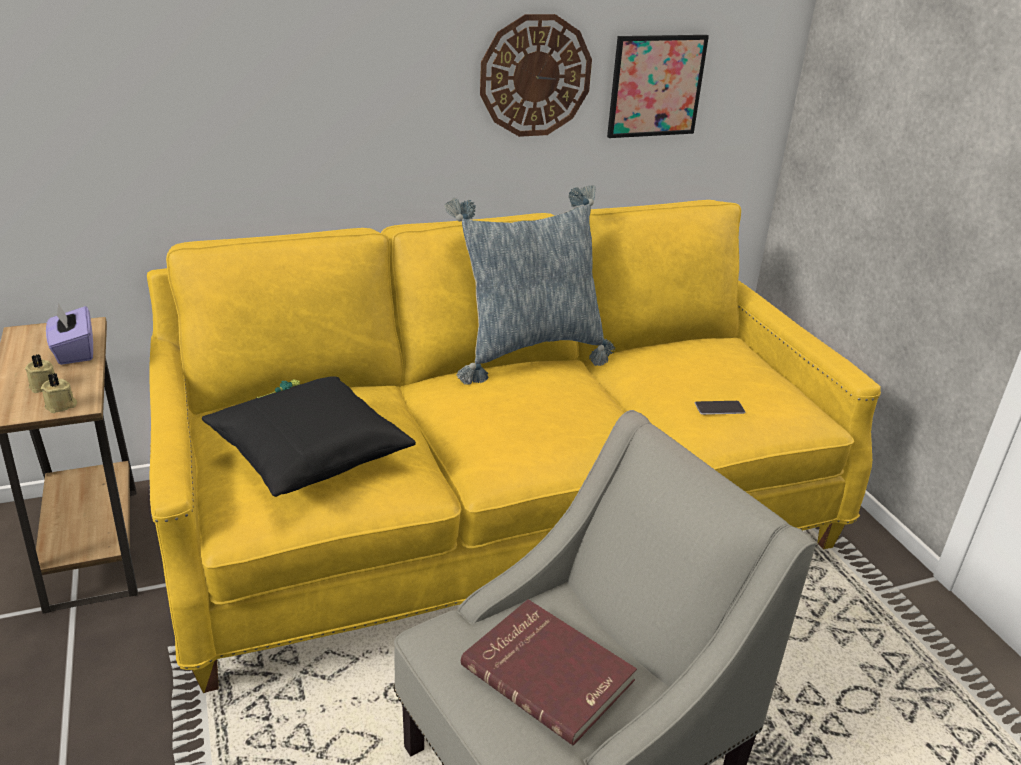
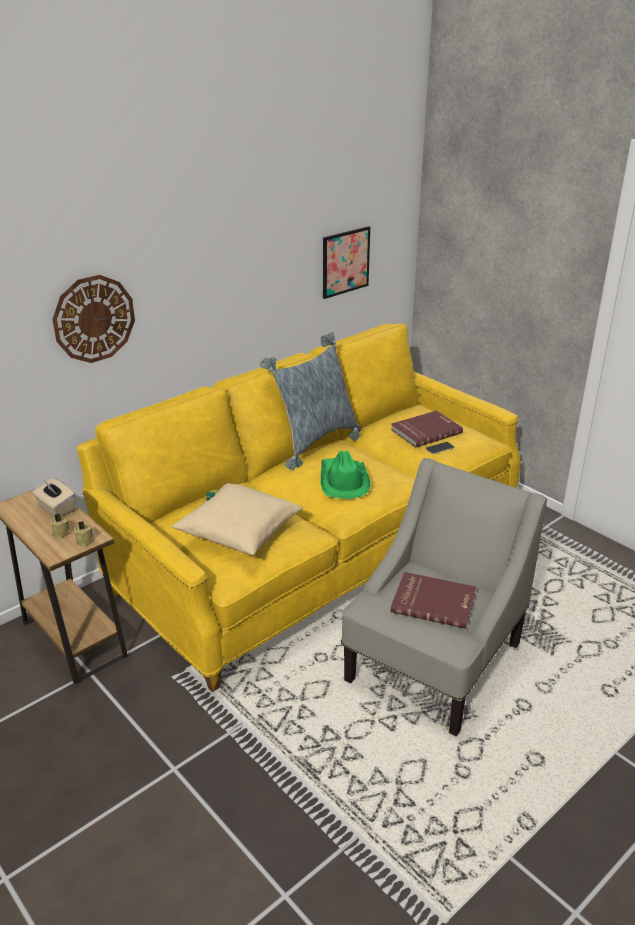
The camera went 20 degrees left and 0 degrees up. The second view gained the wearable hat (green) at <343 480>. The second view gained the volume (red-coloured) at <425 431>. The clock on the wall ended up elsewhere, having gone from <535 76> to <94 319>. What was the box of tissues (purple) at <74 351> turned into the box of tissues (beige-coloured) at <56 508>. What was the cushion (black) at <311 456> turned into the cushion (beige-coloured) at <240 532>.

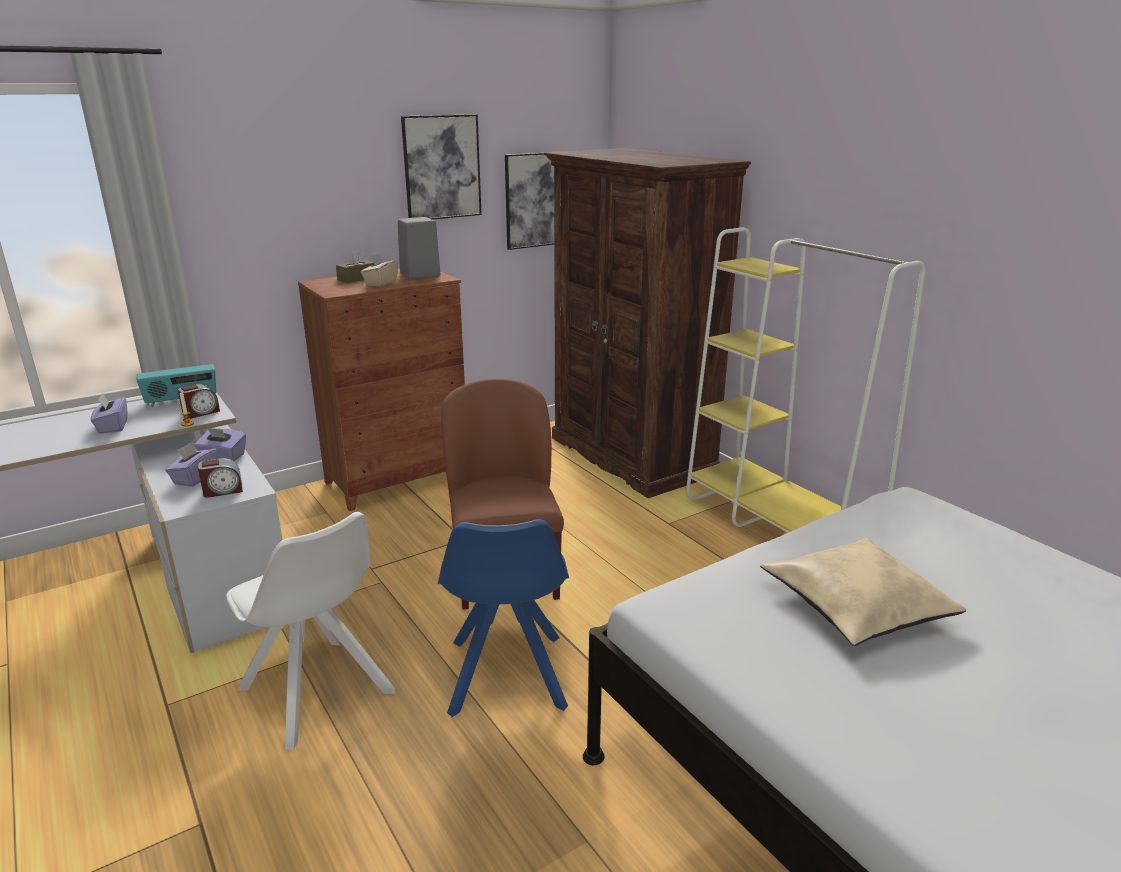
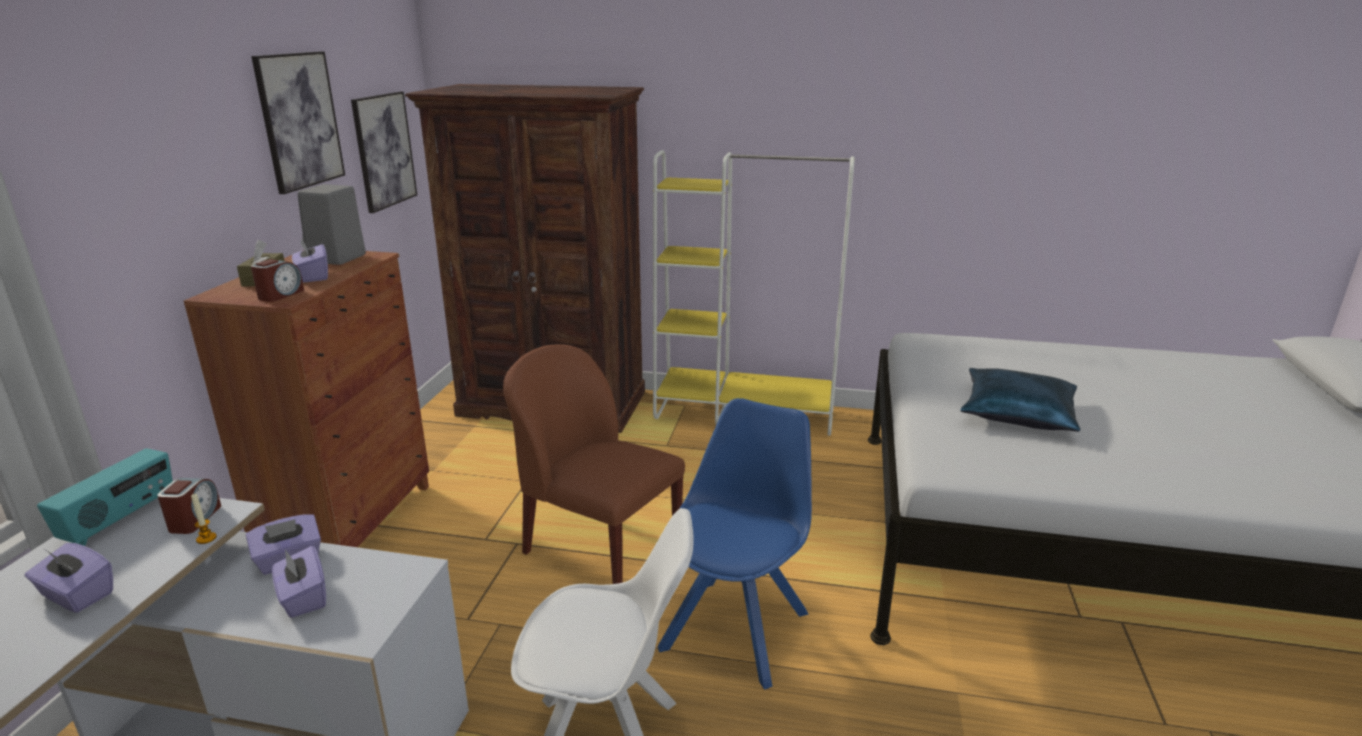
The camera went 45 degrees left and 0 degrees up. The bedside clock ended up elsewhere, having gone from <223 491> to <280 295>. What was the box of tissues (beige-coloured) at <380 283> turned into the box of tissues (purple) at <313 276>. What was the cushion (beige-coloured) at <855 605> turned into the cushion (bluish) at <1017 413>. The chair (bluish) at <506 677> ended up facing another way, 105 degrees counterclockwise from before.

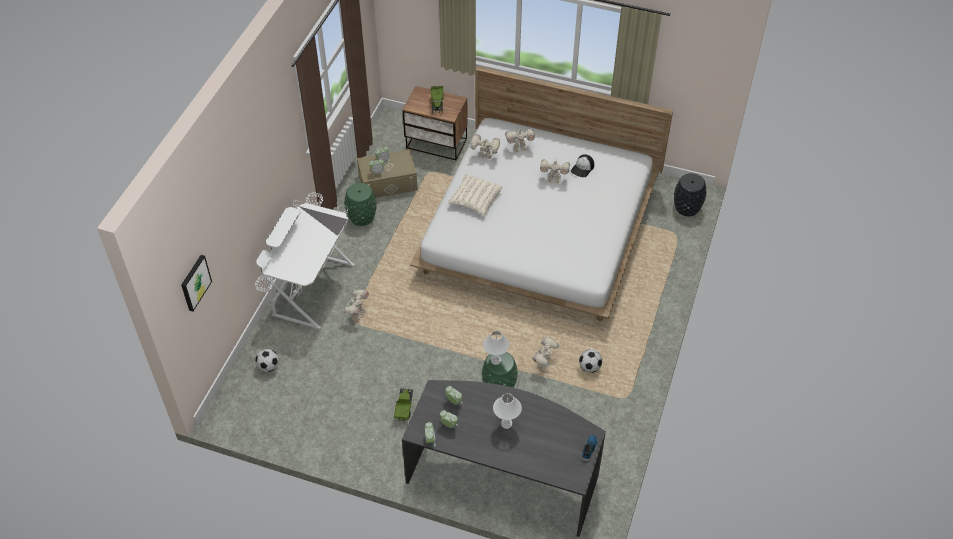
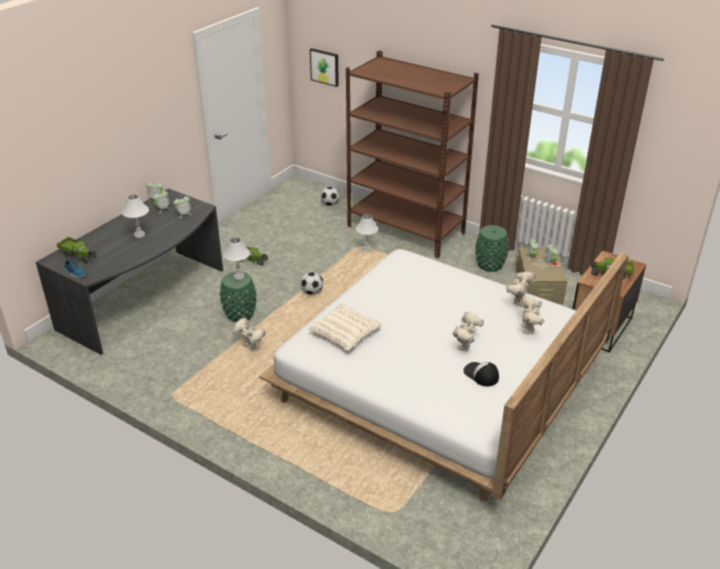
The camera went 105 degrees right and 15 degrees down. The second view lost the stool seat (black) at <687 208>. The second view gained the toy truck at <78 255>. The cushion (beige-coloured) ended up elsewhere, having gone from <475 199> to <345 333>. The ball for football ended up elsewhere, having gone from <589 367> to <312 292>. Where the desk table (whitish) stood at <311 289>, the bookcase (brown) came to stand at <406 229>. Where the model robot stood at <357 313>, the tabletop lamp (whitish) came to stand at <366 249>.

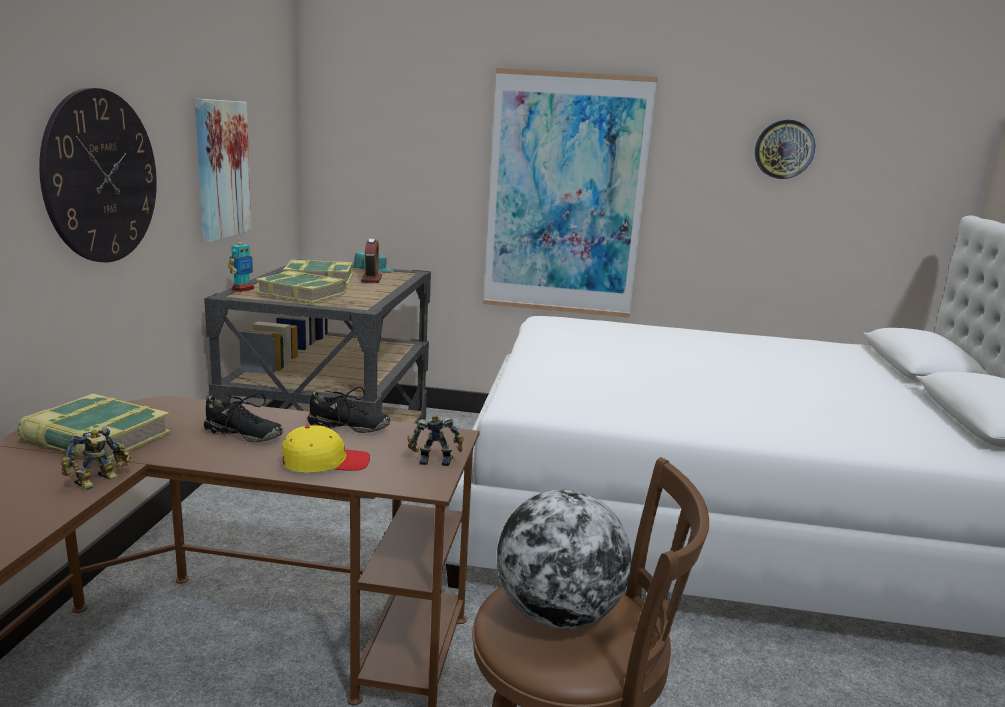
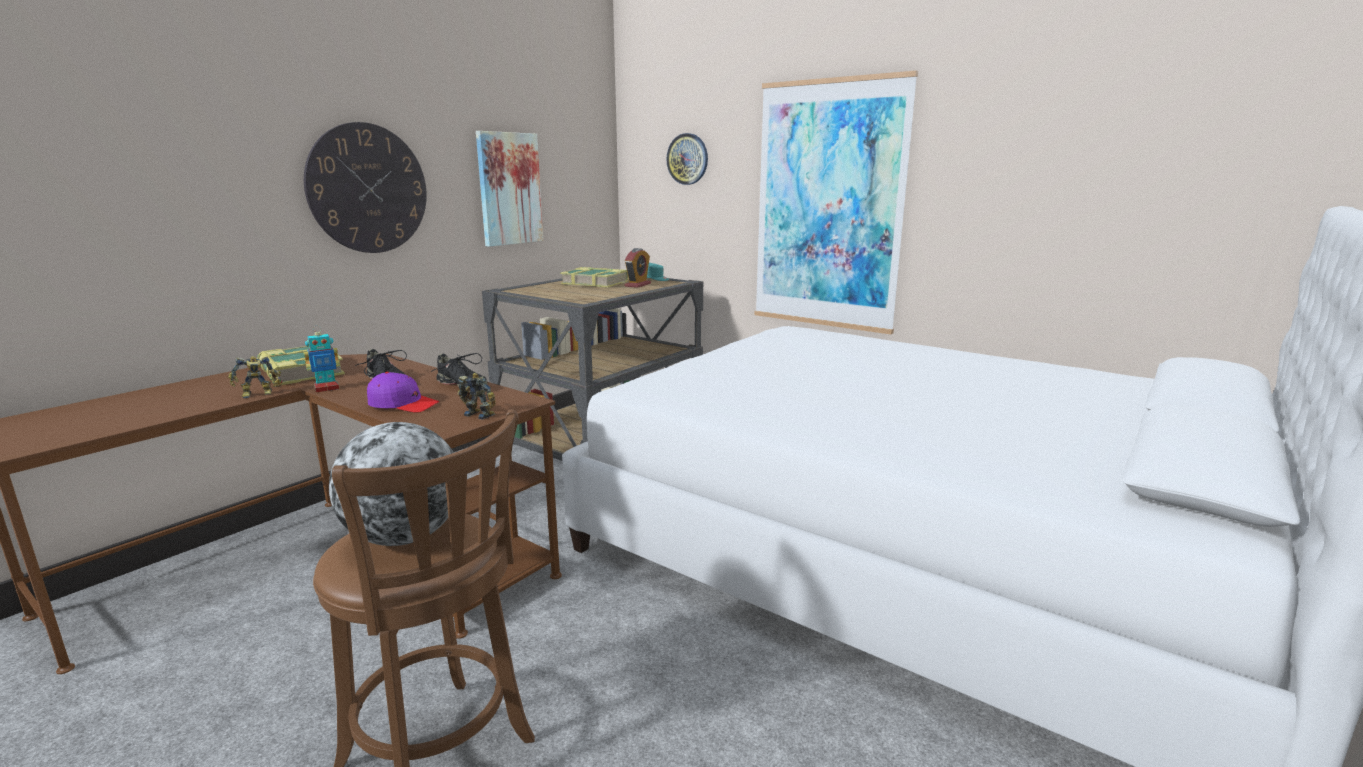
The camera went 30 degrees right and 0 degrees up. The second view lost the volume at <302 294>. The model robot ended up elsewhere, having gone from <242 289> to <326 388>. The clock on the wall ended up elsewhere, having gone from <784 149> to <687 159>. What was the cap (yellow) at <325 462> turned into the cap (purple) at <403 404>.

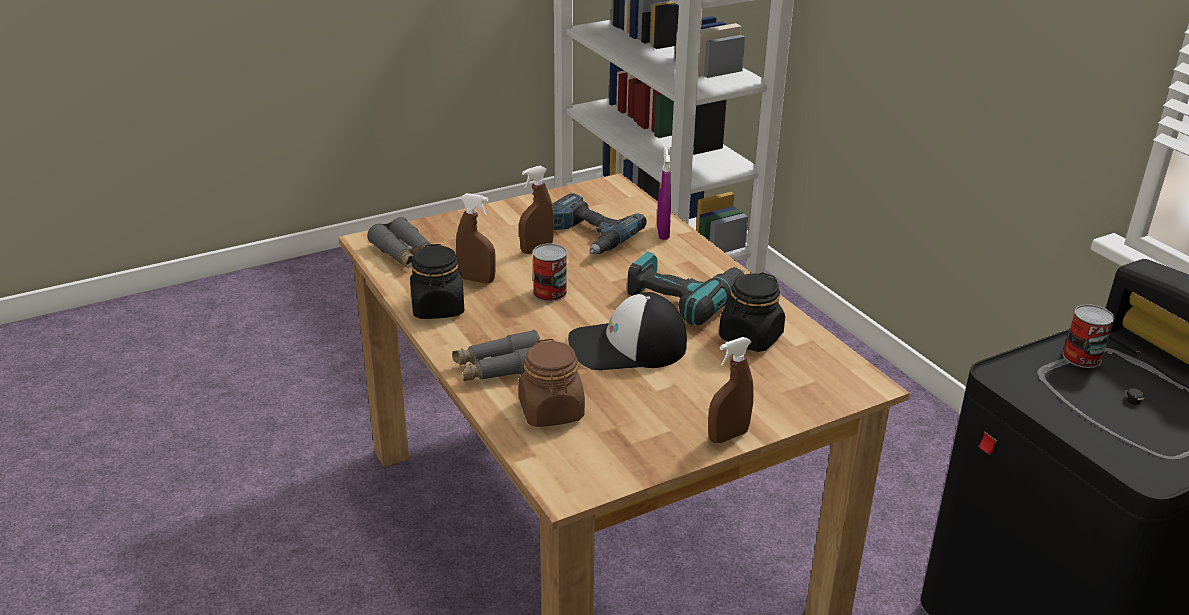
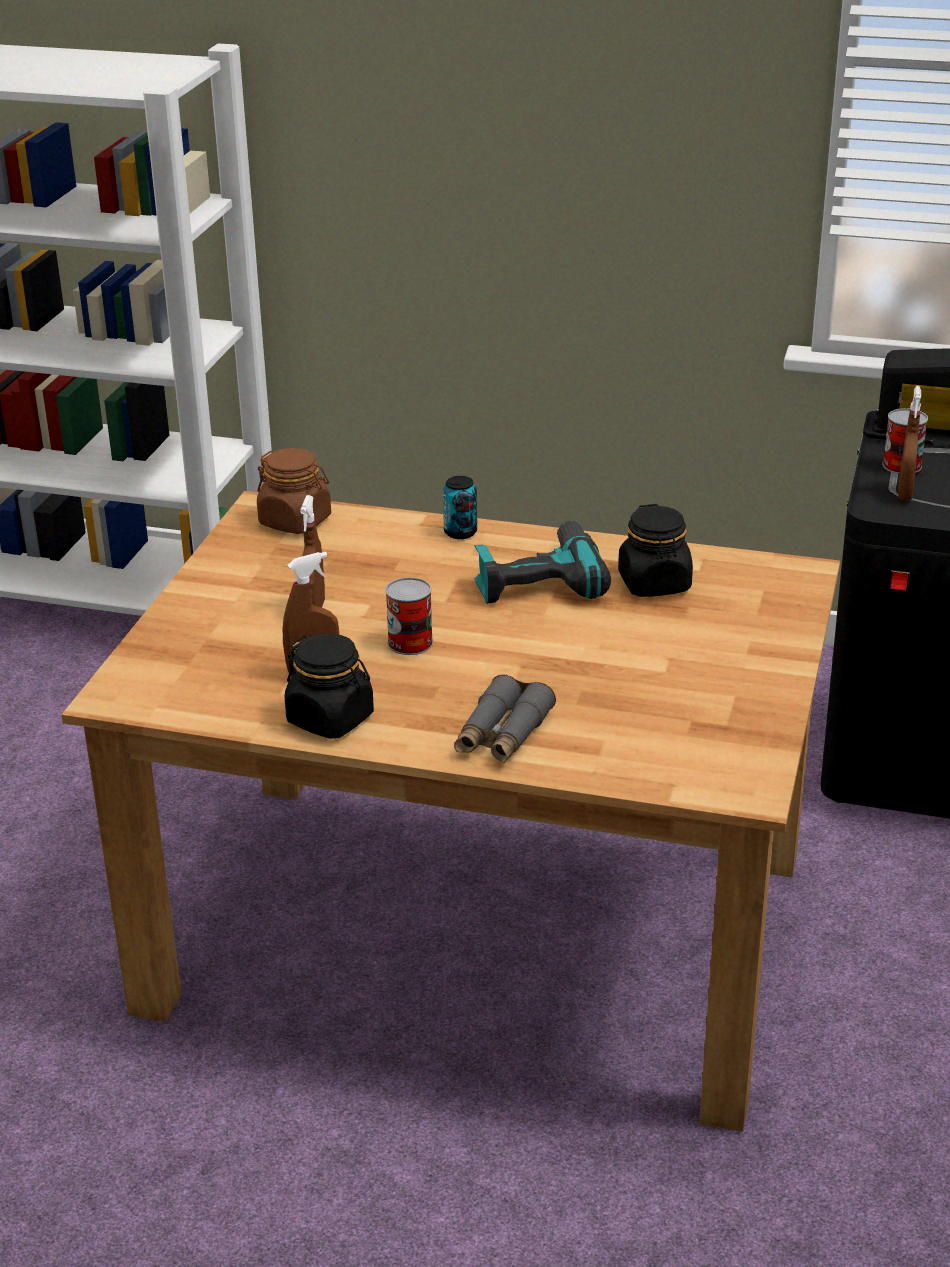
The camera went 45 degrees left and 0 degrees up. The second view lost the field glasses (gray) at <405 254>. The second view lost the power drill at <588 235>. The second view lost the cap at <626 347>. The second view lost the spray bottle (purple) at <663 233>. The second view gained the metal can at <460 532>. The storage jar (brown) ended up elsewhere, having gone from <551 411> to <295 521>. The spray bottle (brown) ended up elsewhere, having gone from <728 436> to <905 493>.

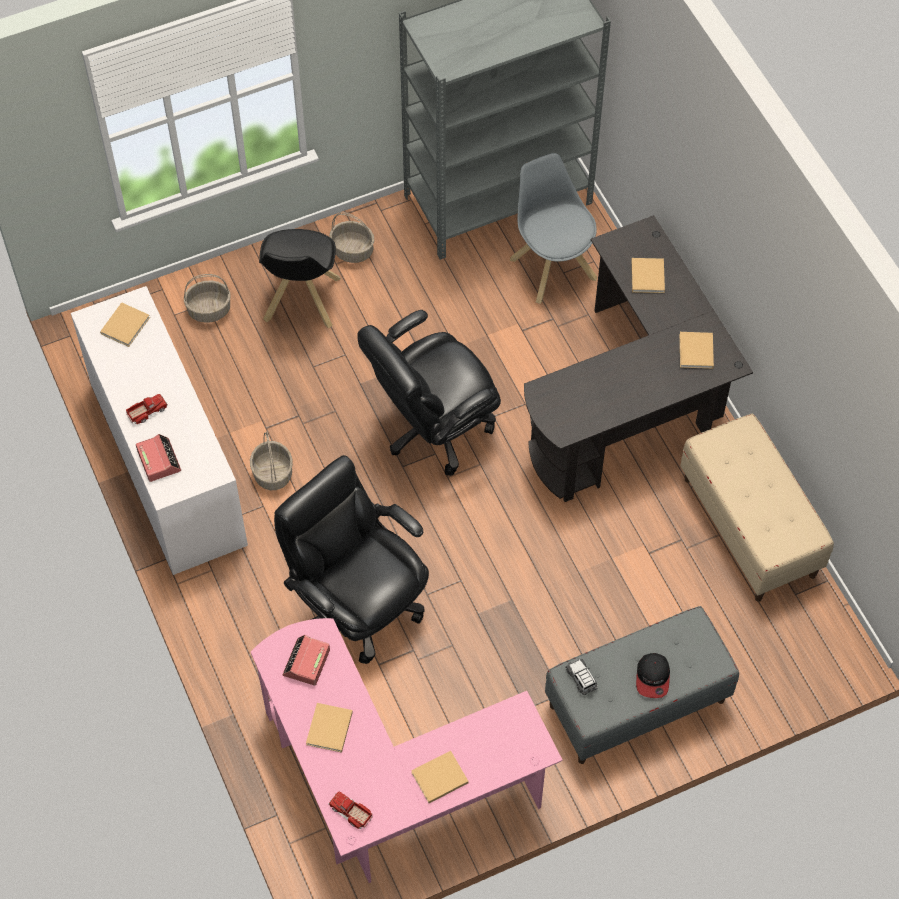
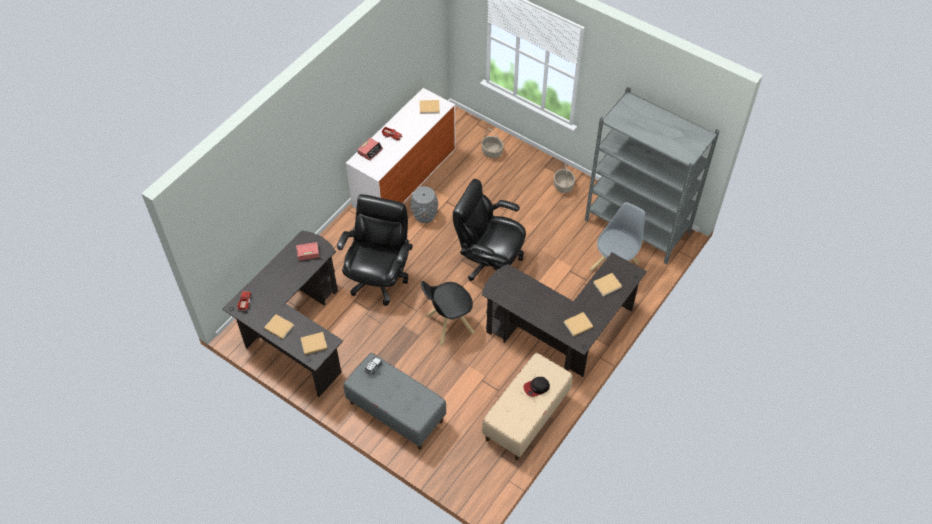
The camera went 60 degrees right and 5 degrees down. The chair (black) ended up elsewhere, having gone from <301 301> to <448 324>. The volume (beige-coloured) ended up elsewhere, having gone from <329 730> to <313 344>. The cap ended up elsewhere, having gone from <653 677> to <536 388>. Where the storage basket stood at <272 473>, the stool seat (gray) came to stand at <424 215>. What was the desk table (pinkish) at <388 786> turned into the desk table (black) at <296 333>.

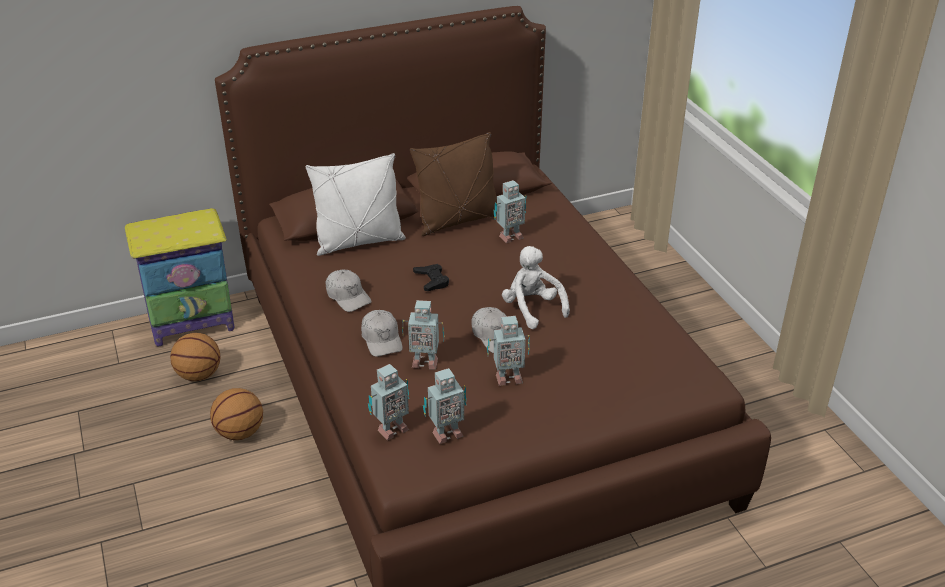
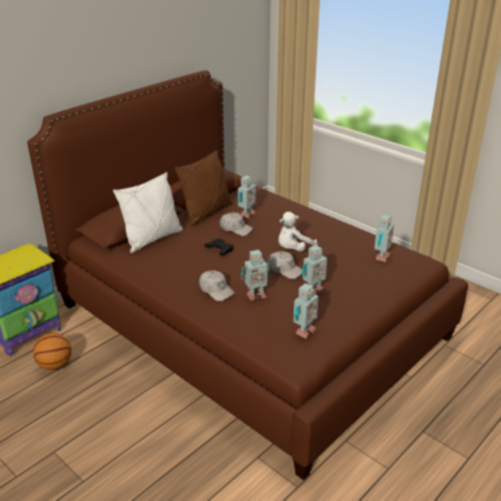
The camera went 25 degrees left and 5 degrees down. The second view lost the basketball ball at <240 432>. The cap (whitish) ended up elsewhere, having gone from <348 296> to <236 228>. The model robot ended up elsewhere, having gone from <391 429> to <381 257>. The cuddly toy (whitish) at <532 308> ended up facing another way, 75 degrees counterclockwise from before.

